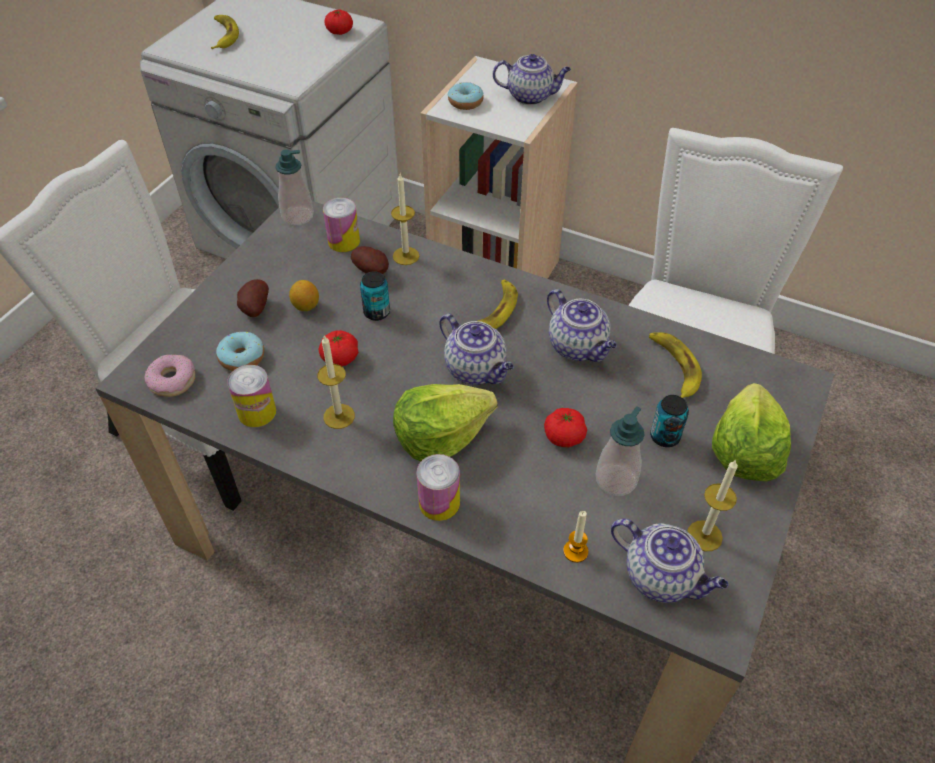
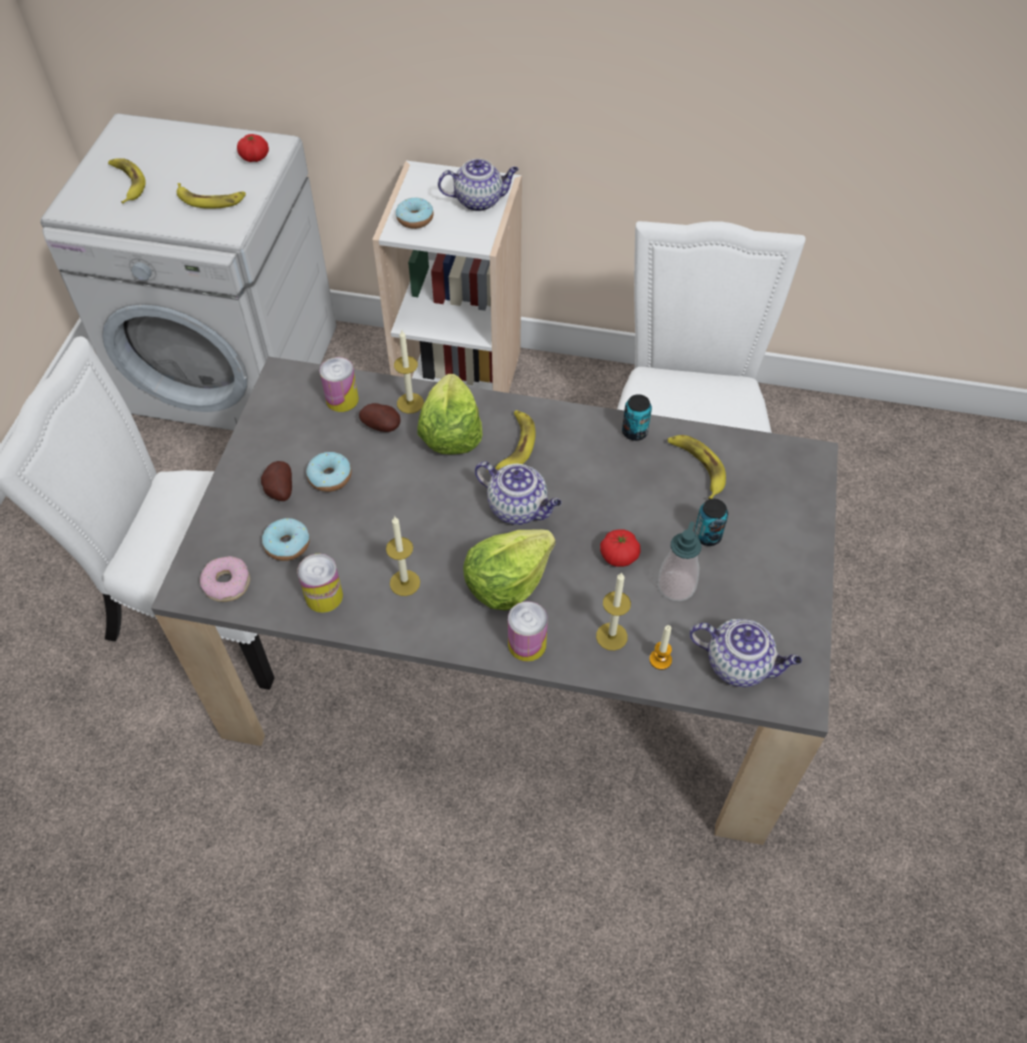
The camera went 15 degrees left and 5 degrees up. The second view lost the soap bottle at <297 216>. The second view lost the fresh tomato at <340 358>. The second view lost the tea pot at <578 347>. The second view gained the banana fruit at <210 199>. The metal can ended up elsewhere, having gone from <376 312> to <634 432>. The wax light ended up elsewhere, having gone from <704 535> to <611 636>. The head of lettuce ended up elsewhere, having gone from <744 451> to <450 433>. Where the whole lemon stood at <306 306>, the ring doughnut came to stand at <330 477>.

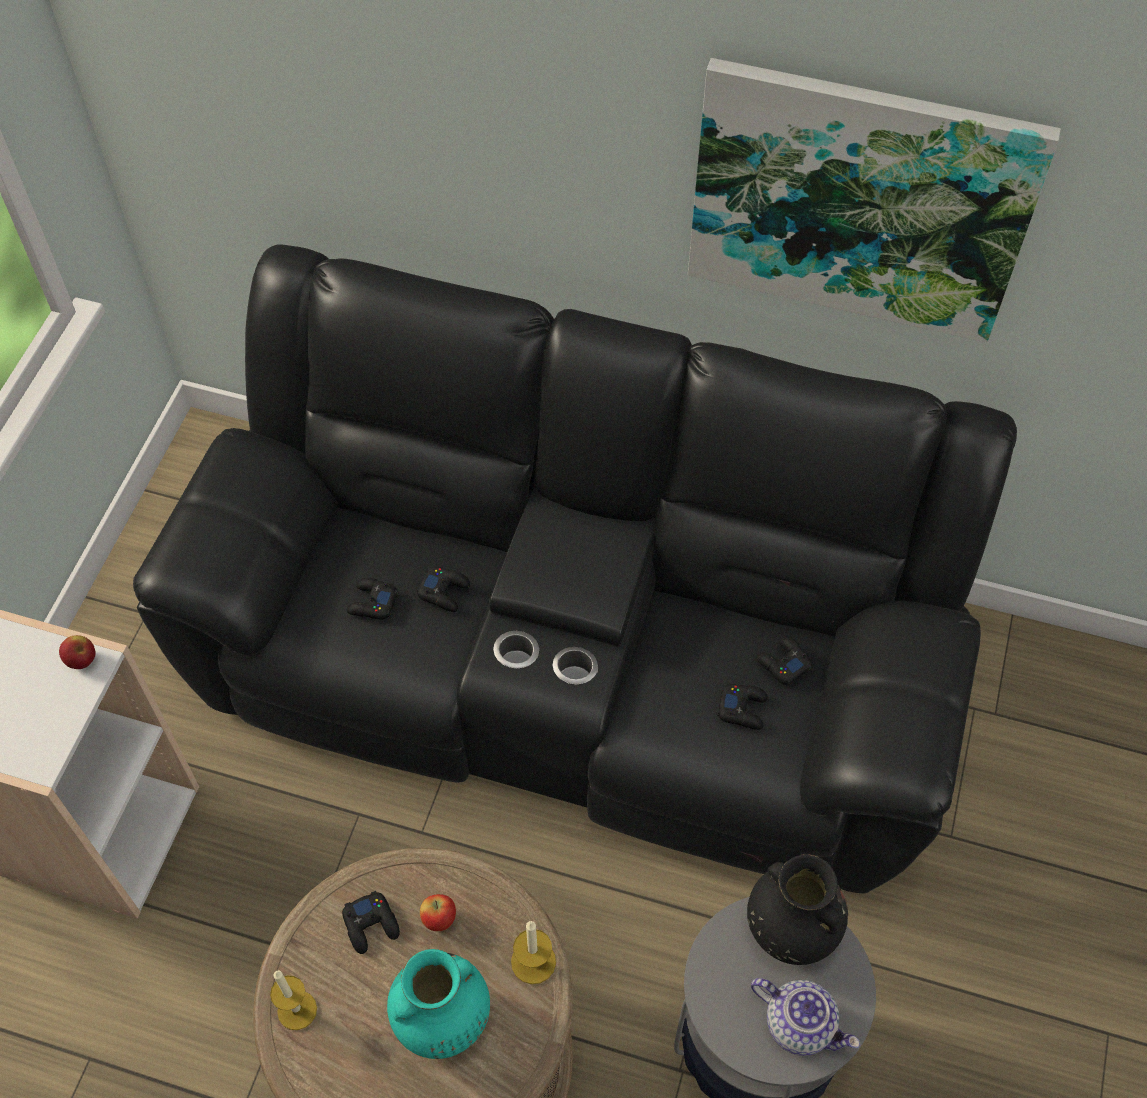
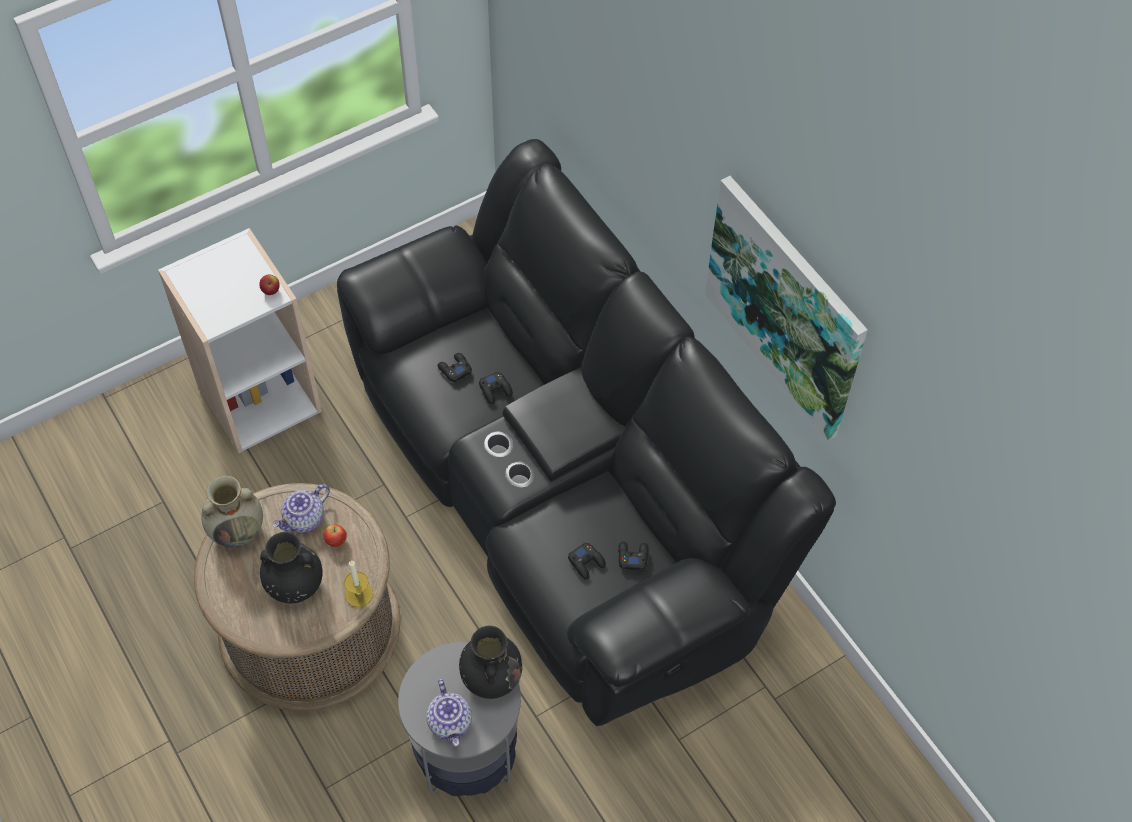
The camera went 40 degrees right and 0 degrees up. Where the wax light stood at <297 1010>, the vase (beige-coloured) came to stand at <238 530>. Where the gamepad (black) stood at <371 924>, the tea pot came to stand at <304 519>. What was the vase (turquoise-coloured) at <441 1019> turned into the vase (black) at <294 586>.

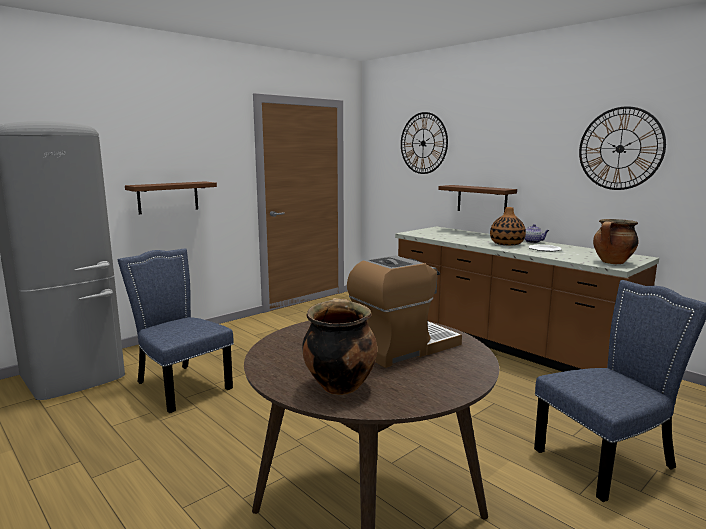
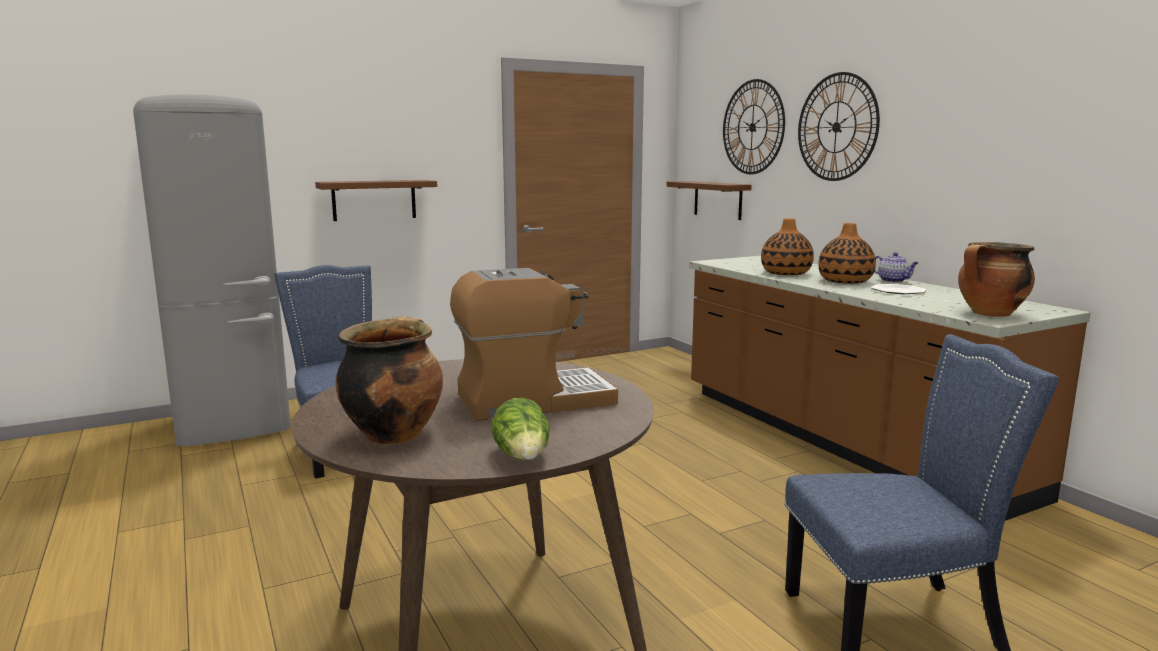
The camera went 15 degrees right and 0 degrees up. The second view gained the head of lettuce at <523 457>. The second view gained the vase at <786 273>. The shelf (brown) ended up elsewhere, having gone from <482 200> to <718 200>. The clock on the wall ended up elsewhere, having gone from <620 148> to <836 127>.

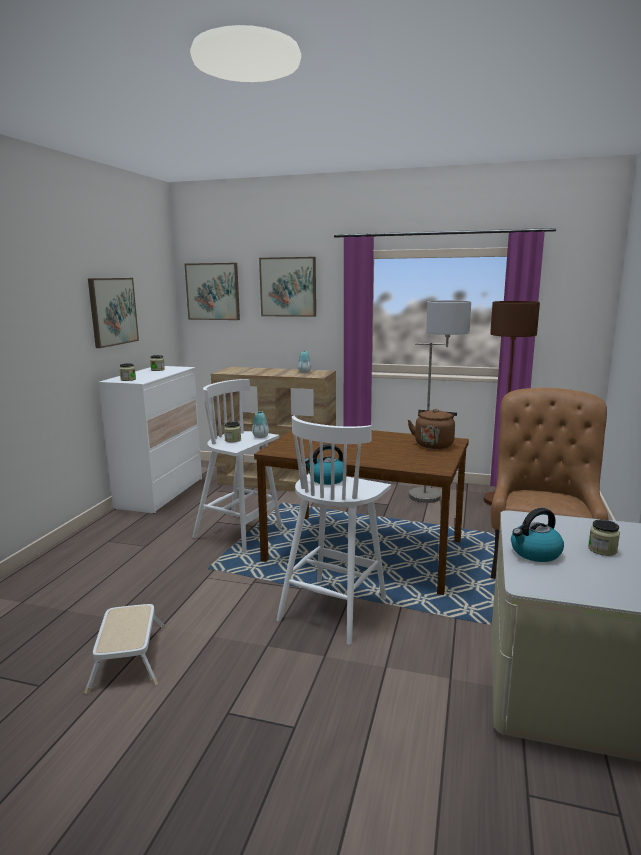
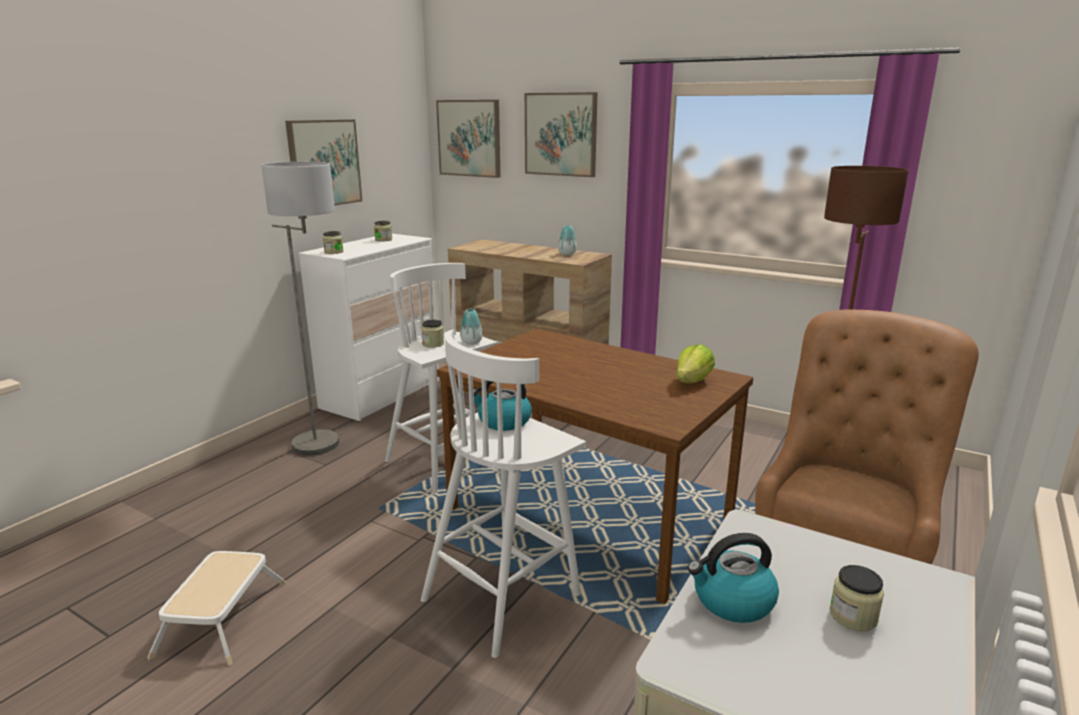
The camera went 15 degrees right and 5 degrees up. The floor lamp (gray) ended up elsewhere, having gone from <434 497> to <325 448>. Where the tea kettle (brown) stood at <434 444>, the head of lettuce came to stand at <693 381>.

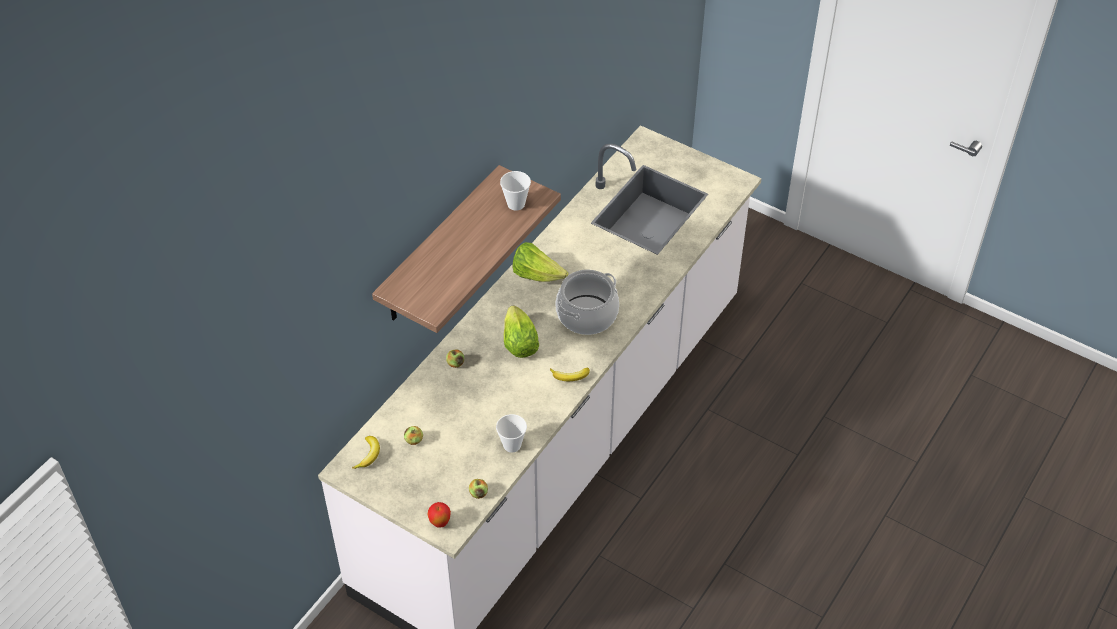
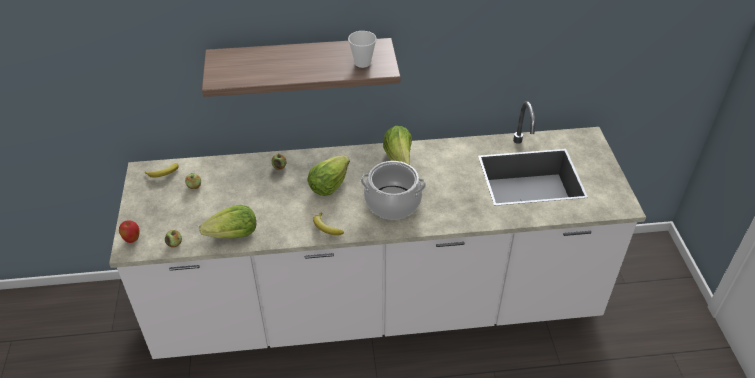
The camera went 50 degrees right and 5 degrees down. Where the cup stood at <512 445>, the head of lettuce came to stand at <234 235>.

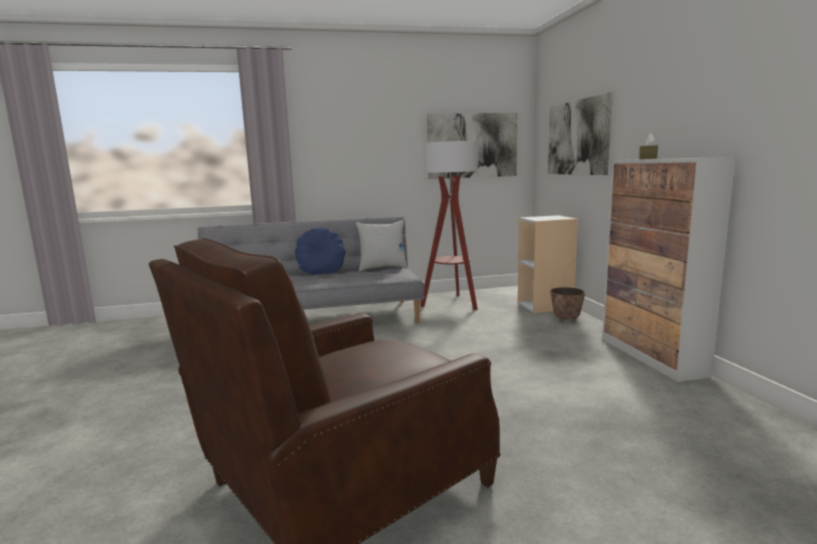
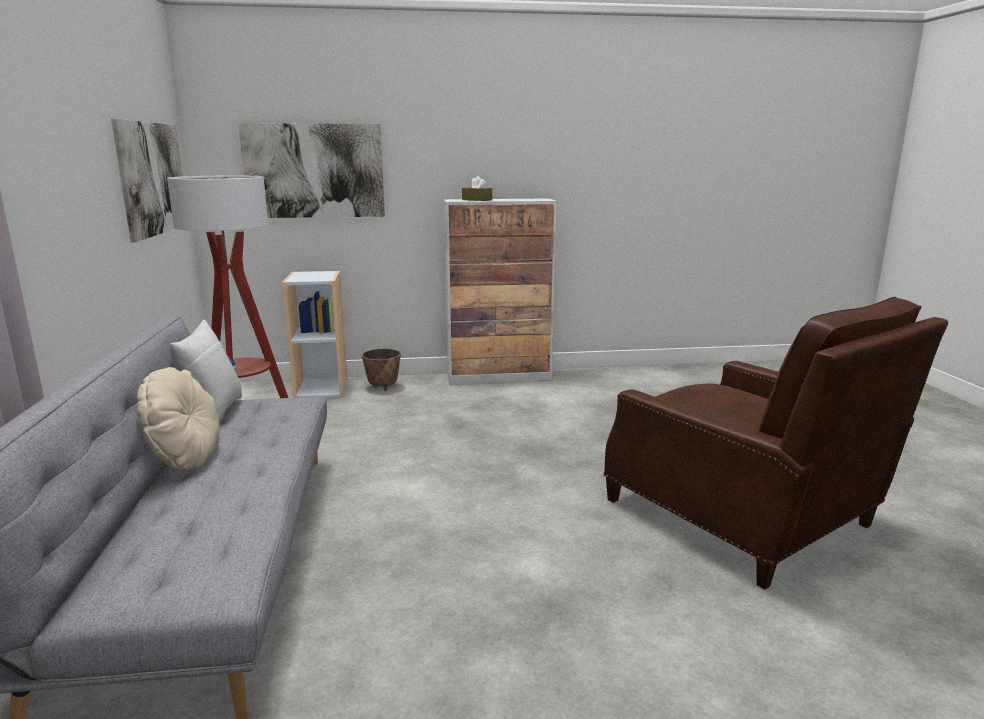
The camera went 85 degrees left and 5 degrees up. What was the cushion (bluish) at <321 273> turned into the cushion (beige-coloured) at <186 462>.

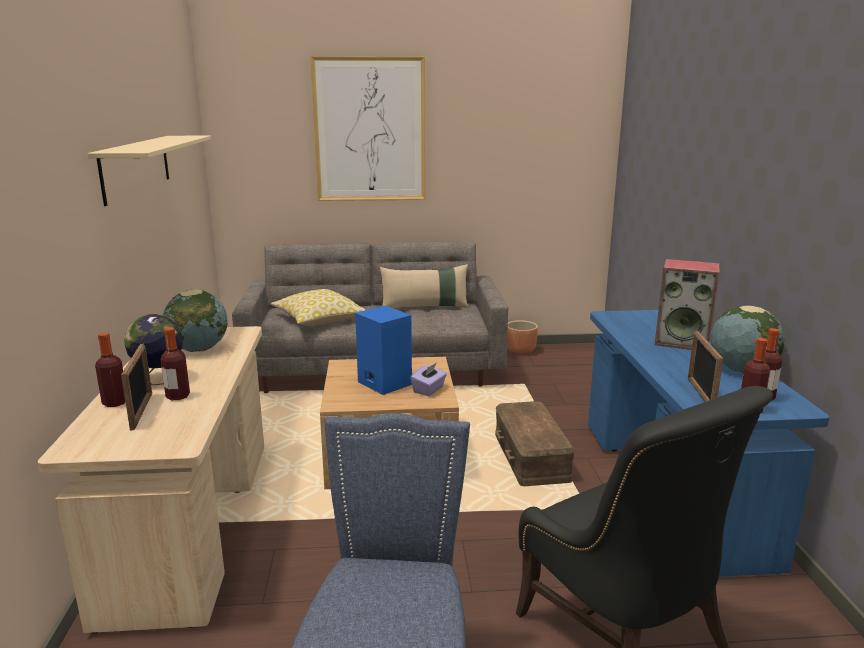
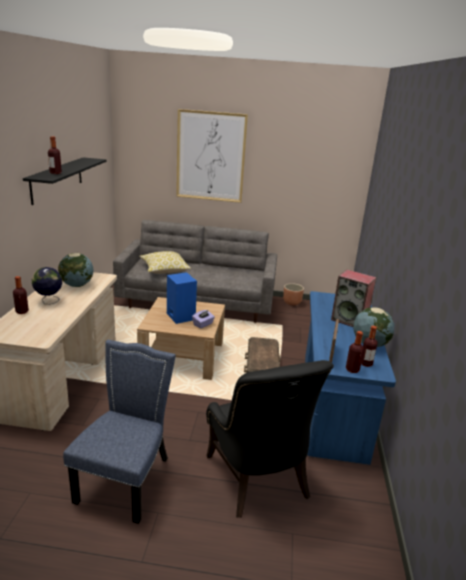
The camera went 10 degrees right and 5 degrees up. The second view lost the picture frame at <141 411>. The second view lost the cushion (beige-coloured) at <425 307>. The beverage bottle ended up elsewhere, having gone from <178 396> to <55 173>. What was the shelf (beige-coloured) at <136 167> turned into the shelf (black) at <57 179>.

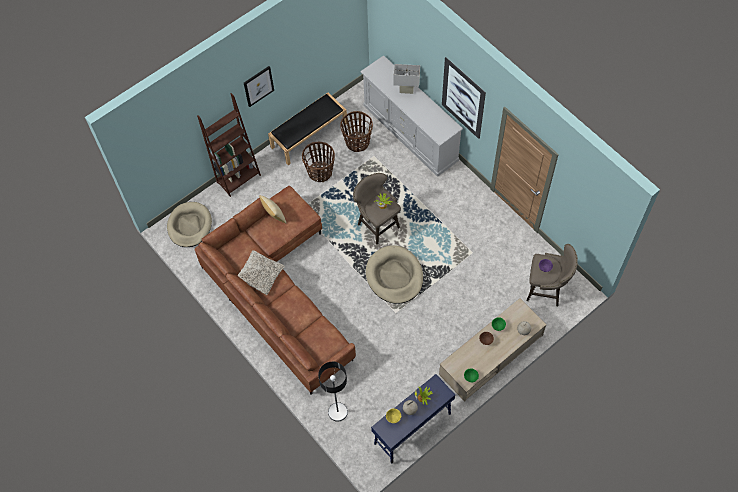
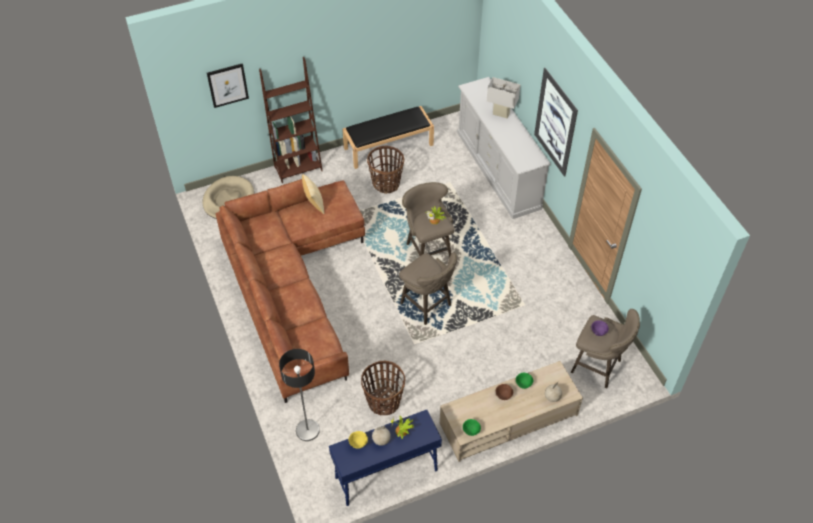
The camera went 15 degrees right and 10 degrees down. The second view lost the cushion (beige-coloured) at <260 275>. The picture ended up elsewhere, having gone from <258 86> to <227 85>. The storage basket ended up elsewhere, having gone from <357 142> to <383 401>. Where the dog bed (beige-coloured) stood at <394 276>, the stool seat (beige-coloured) came to stand at <427 306>.

